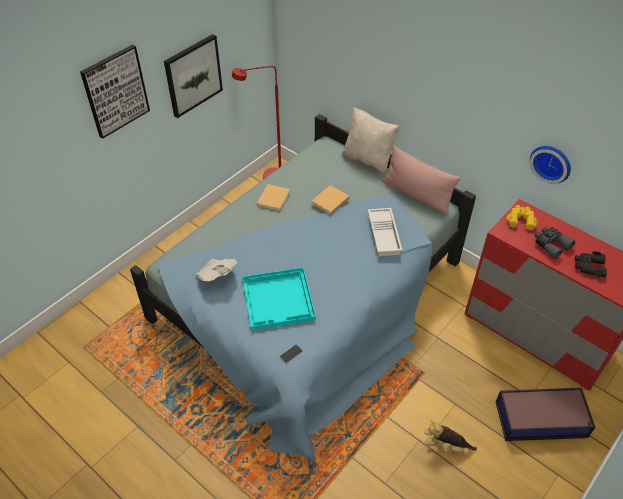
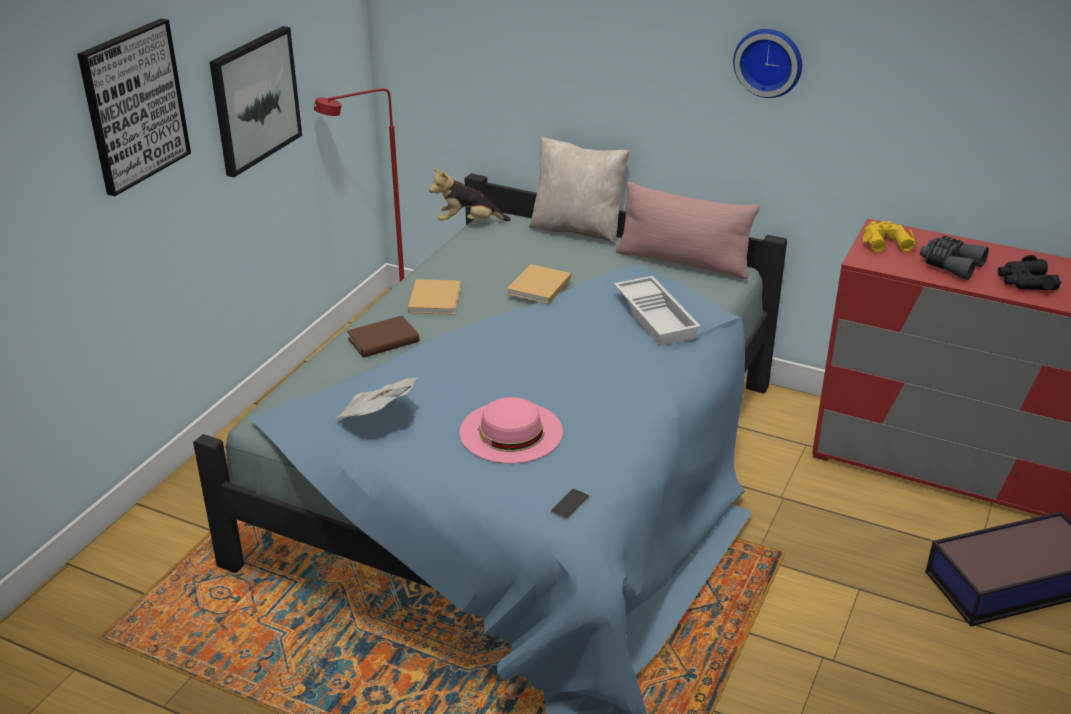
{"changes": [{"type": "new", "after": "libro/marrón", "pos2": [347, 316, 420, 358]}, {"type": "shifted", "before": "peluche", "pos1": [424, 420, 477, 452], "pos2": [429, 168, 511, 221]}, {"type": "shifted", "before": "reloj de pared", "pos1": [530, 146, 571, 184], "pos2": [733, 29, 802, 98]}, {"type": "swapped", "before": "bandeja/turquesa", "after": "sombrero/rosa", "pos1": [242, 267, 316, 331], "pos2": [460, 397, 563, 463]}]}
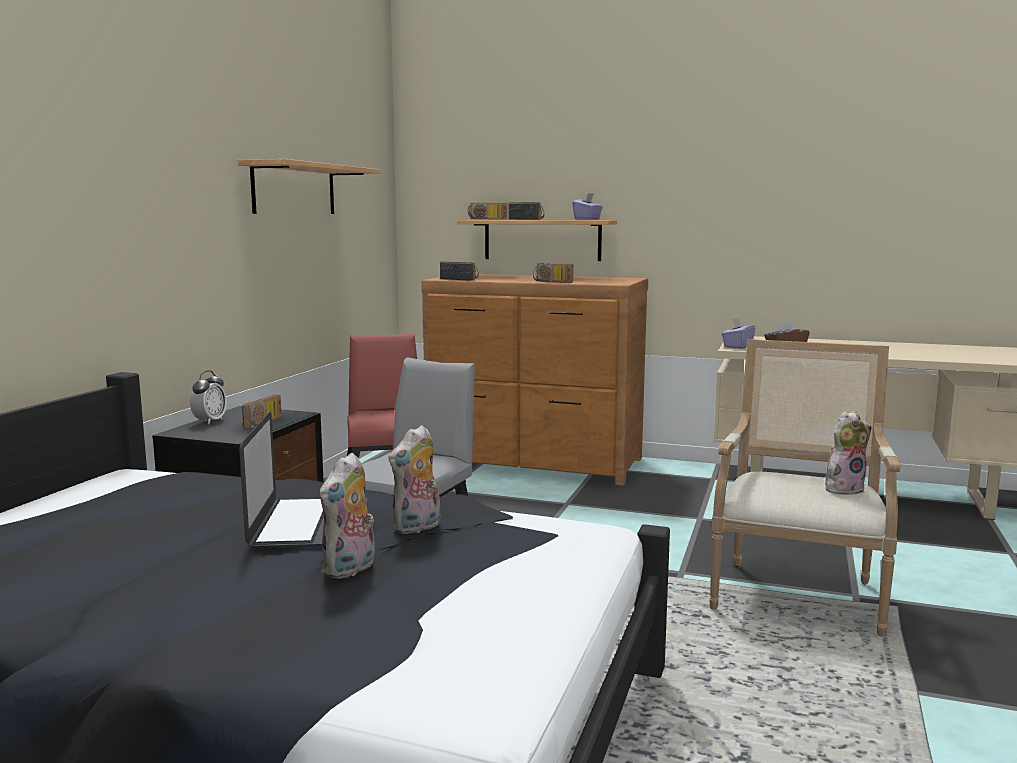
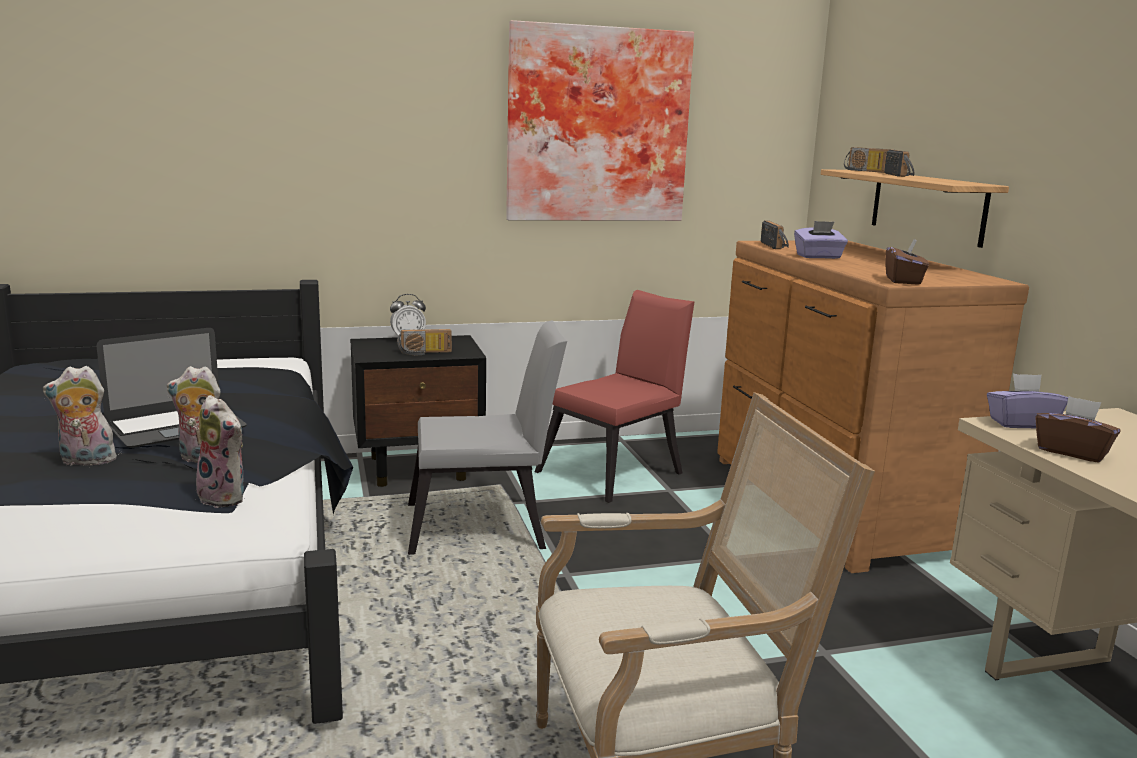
{"changes": [{"type": "gone", "before": "radio", "pos1": [533, 263, 573, 283]}, {"type": "new", "after": "caja de pañuelos/marrón", "pos2": [885, 239, 929, 285]}, {"type": "shifted", "before": "caja de pañuelos/morado", "pos1": [572, 193, 603, 220], "pos2": [794, 221, 848, 259]}, {"type": "shifted", "before": "peluche", "pos1": [825, 411, 872, 495], "pos2": [196, 395, 244, 508]}, {"type": "swapped", "before": "estante", "after": "cuadro", "pos1": [238, 159, 380, 214], "pos2": [506, 20, 694, 221]}]}
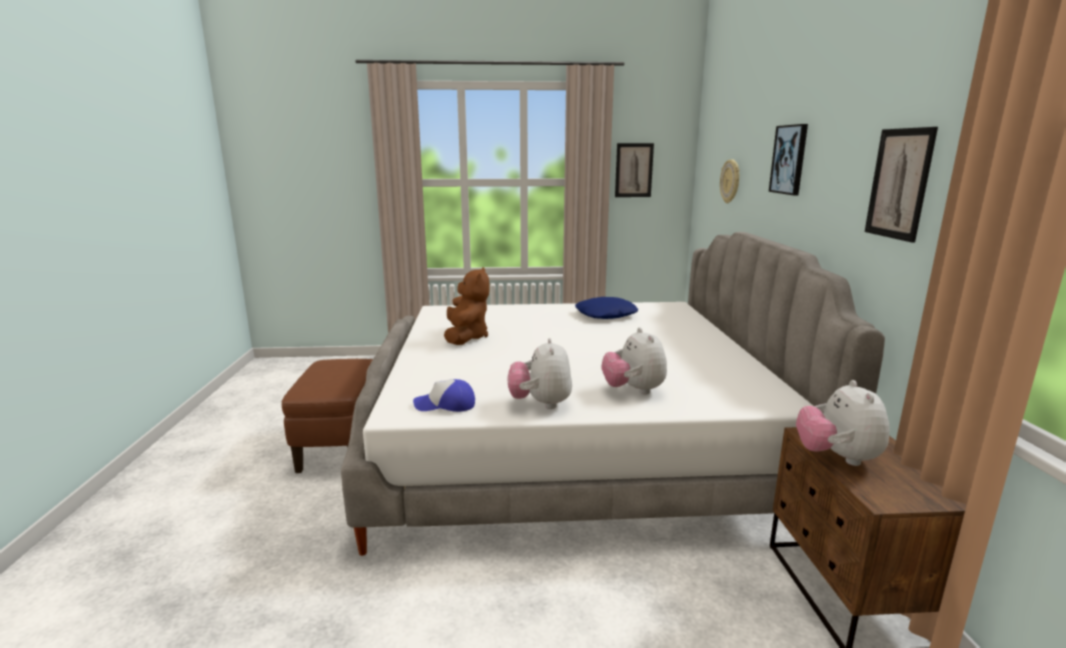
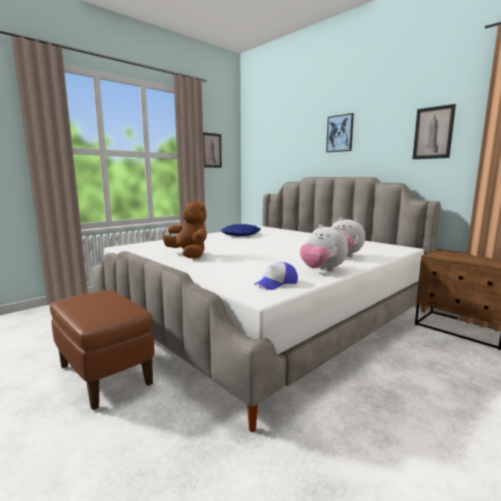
{"changes": [{"type": "gone", "before": "reloj de pared", "pos1": [720, 159, 740, 203]}, {"type": "gone", "before": "peluche", "pos1": [796, 380, 890, 466]}]}
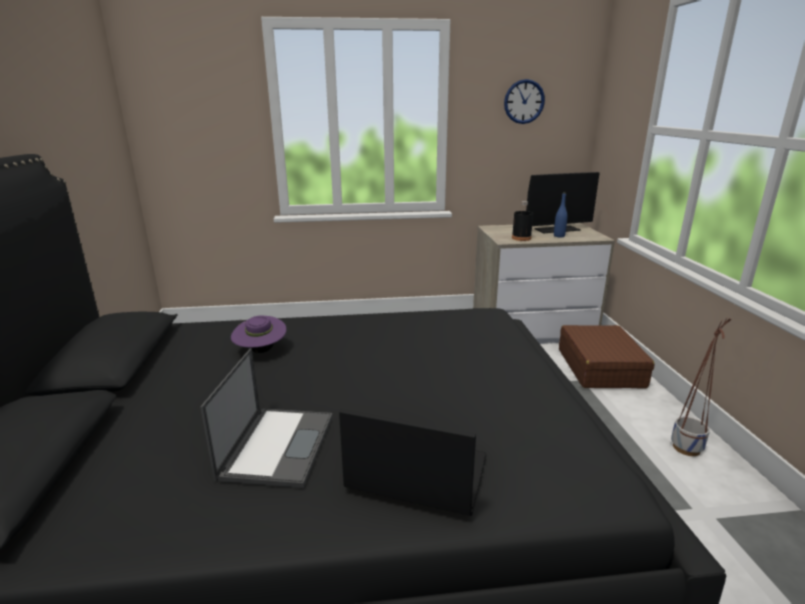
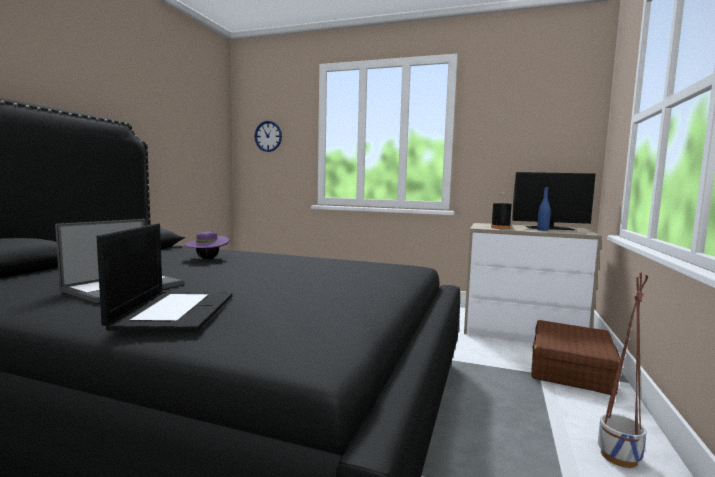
{"changes": [{"type": "shifted", "before": "reloj de pared", "pos1": [504, 79, 545, 124], "pos2": [255, 121, 282, 152]}, {"type": "rotated", "before": "portátil", "pos1": [339, 409, 486, 516], "pos2": [97, 223, 232, 332], "turn": 45}]}
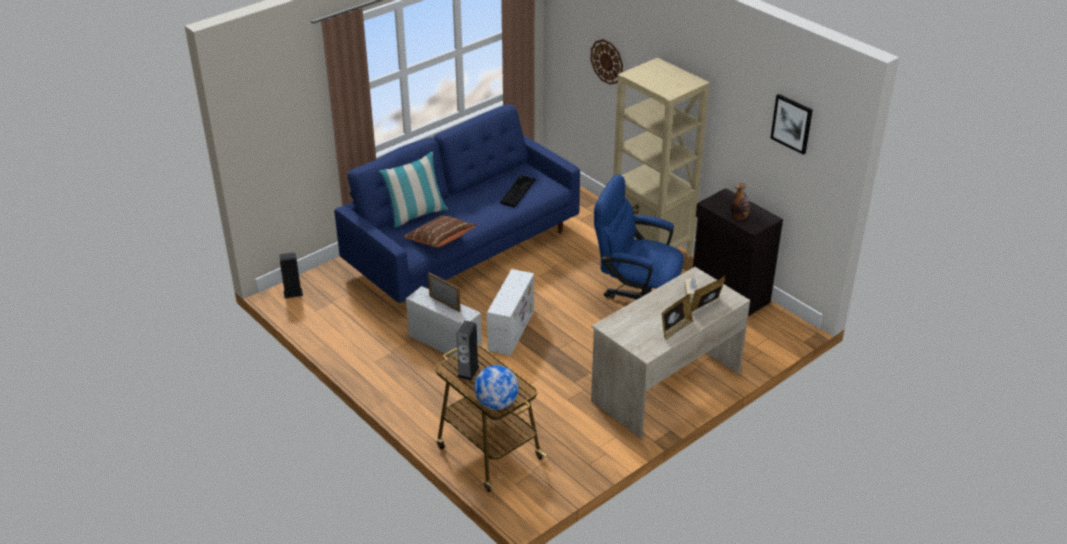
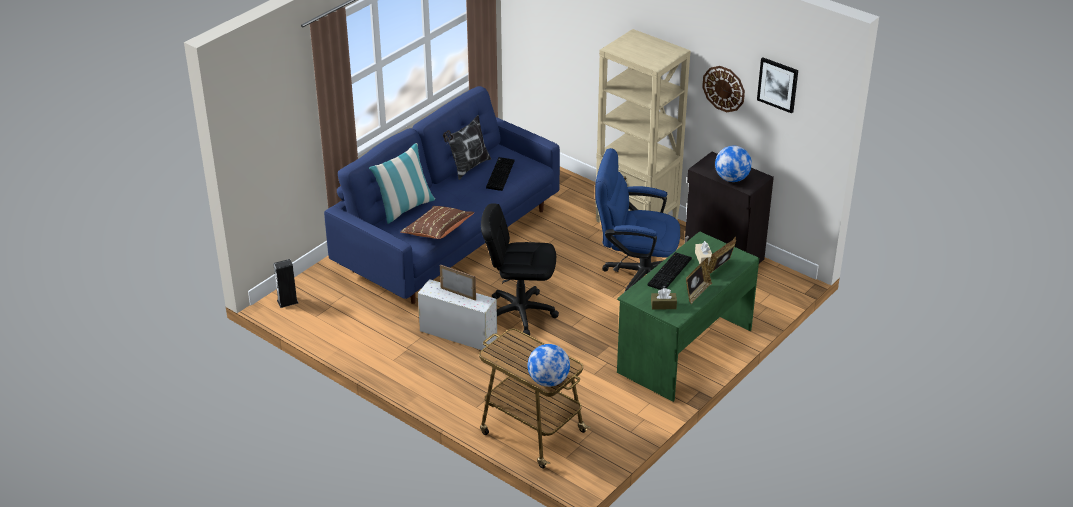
{"changes": [{"type": "gone", "before": "altavoz", "pos1": [457, 320, 479, 380]}, {"type": "new", "after": "cojín", "pos2": [443, 115, 491, 180]}, {"type": "new", "after": "teclado", "pos2": [648, 252, 692, 290]}, {"type": "new", "after": "caja de pañuelos/marrón", "pos2": [651, 288, 677, 310]}, {"type": "shifted", "before": "reloj de pared", "pos1": [591, 39, 623, 85], "pos2": [702, 66, 745, 112]}, {"type": "swapped", "before": "caja de almacenaje/blanco", "after": "silla de oficina/negro", "pos1": [487, 269, 534, 356], "pos2": [481, 203, 559, 336]}, {"type": "swapped", "before": "botella", "after": "globo terráqueo", "pos1": [731, 183, 750, 220], "pos2": [715, 146, 752, 182]}, {"type": "repainted", "before": "escritorio/beis", "after": "escritorio/verde", "pos1": [591, 267, 750, 438], "pos2": [617, 231, 759, 402]}]}
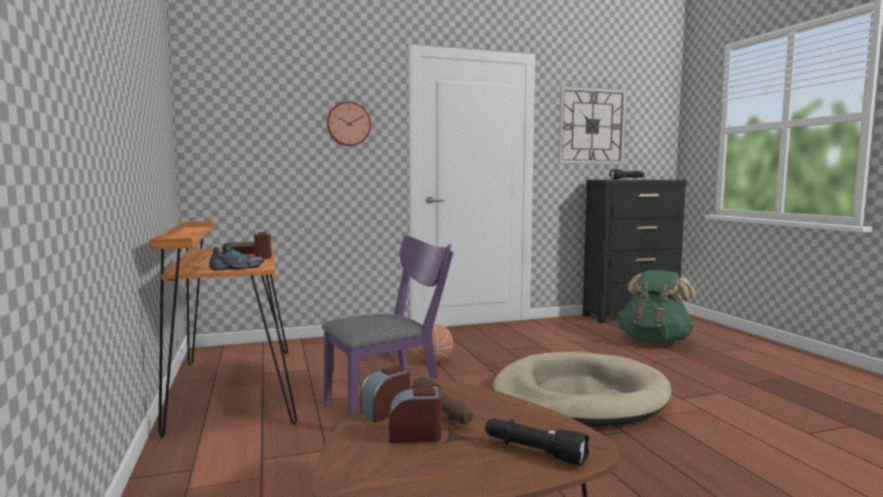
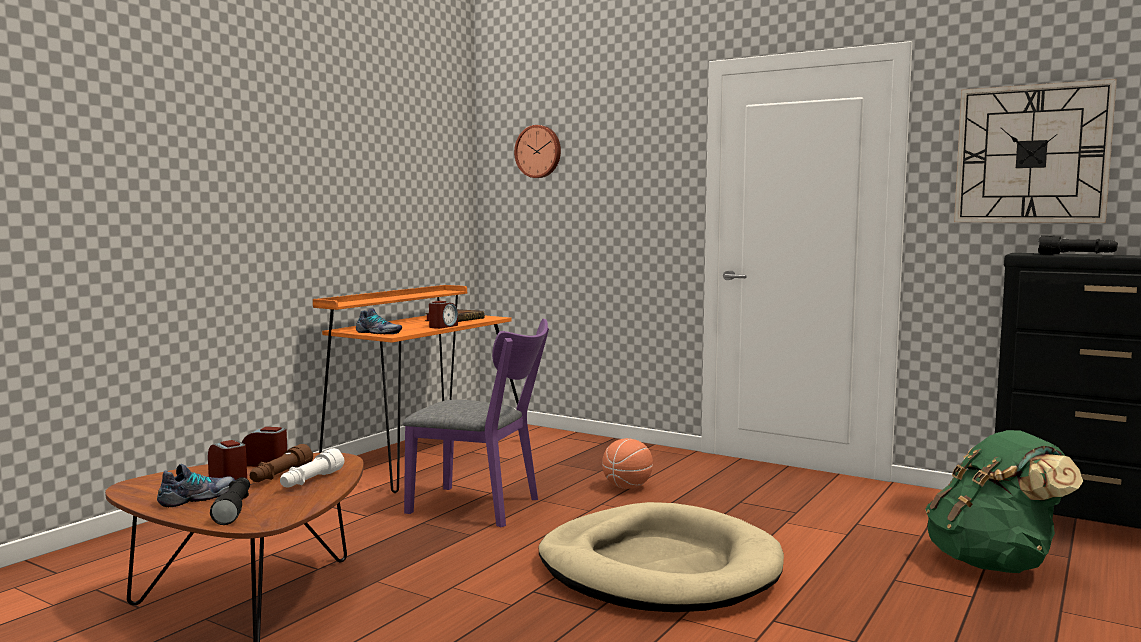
{"changes": [{"type": "new", "after": "zapato", "pos2": [157, 464, 235, 507]}, {"type": "new", "after": "linterna/blanco", "pos2": [280, 448, 344, 488]}, {"type": "shifted", "before": "reloj de pared", "pos1": [327, 101, 371, 146], "pos2": [514, 125, 561, 178]}]}
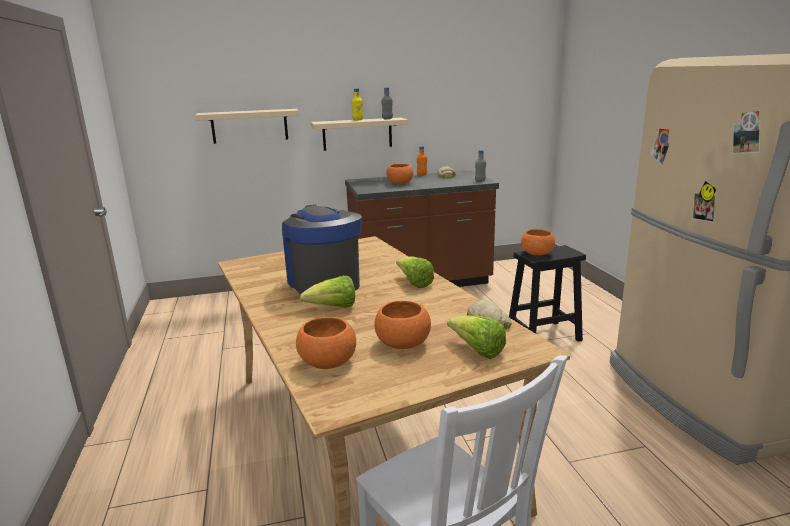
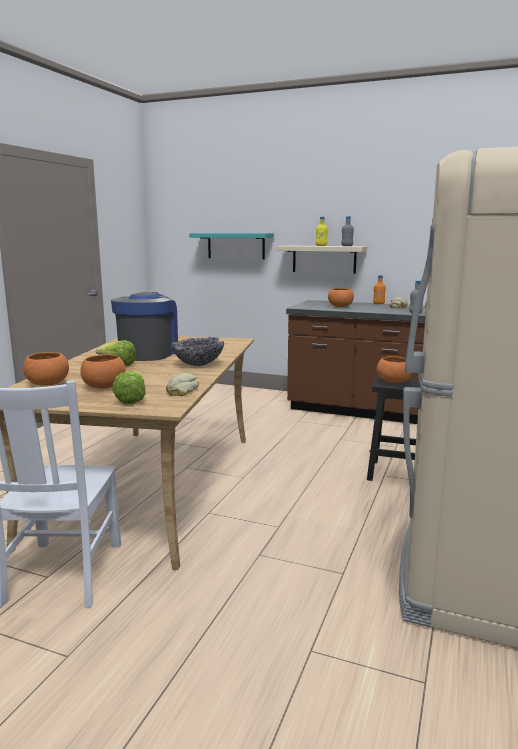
{"changes": [{"type": "swapped", "before": "lechuga", "after": "cuenco", "pos1": [396, 257, 434, 288], "pos2": [171, 337, 224, 366]}, {"type": "repainted", "before": "estante/beis", "after": "estante/turquesa", "pos1": [195, 109, 299, 144], "pos2": [189, 233, 274, 259]}]}
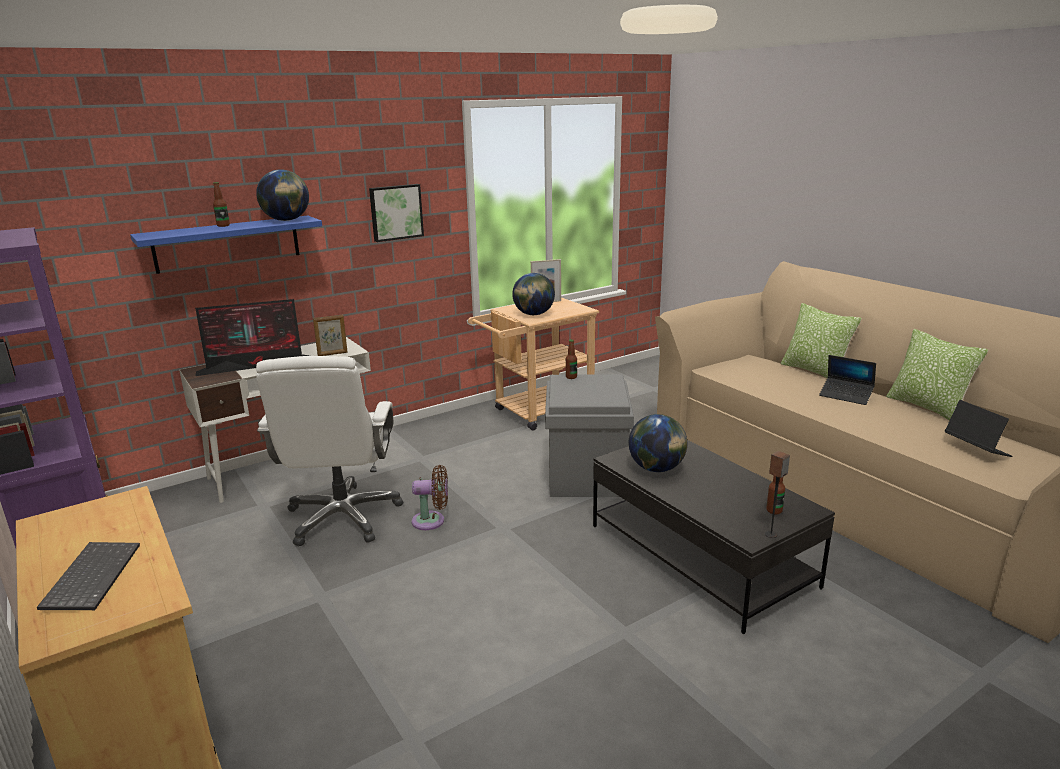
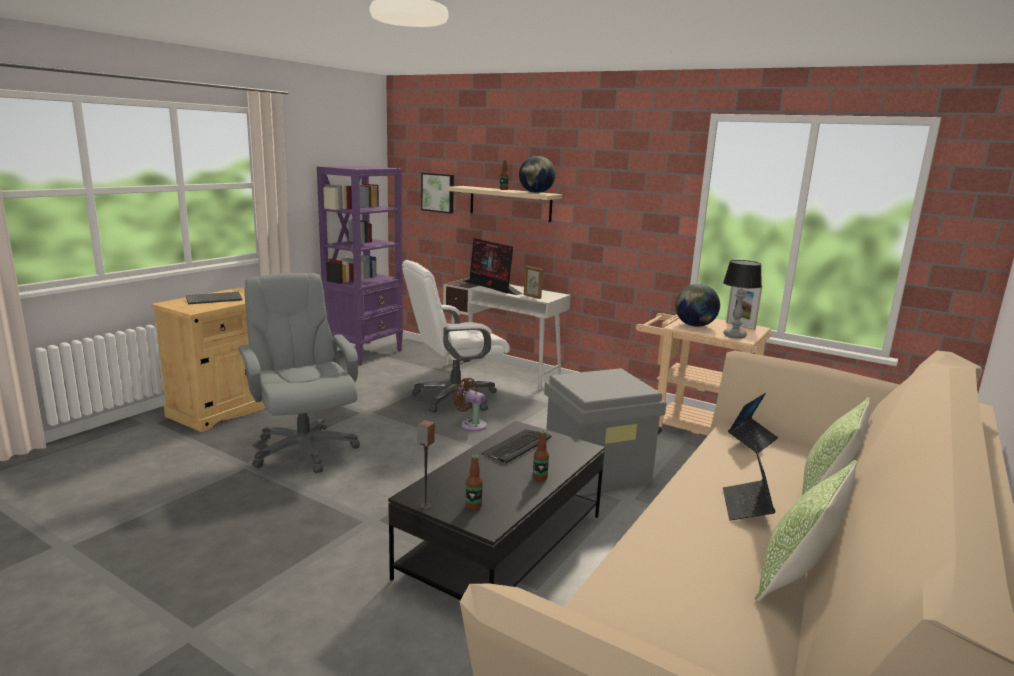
{"changes": [{"type": "new", "after": "silla de oficina/gris", "pos2": [238, 273, 360, 473]}, {"type": "new", "after": "lámpara de mesa", "pos2": [723, 260, 762, 339]}, {"type": "shifted", "before": "cuadro", "pos1": [369, 184, 424, 242], "pos2": [421, 173, 454, 214]}, {"type": "shifted", "before": "botella", "pos1": [566, 339, 577, 379], "pos2": [533, 430, 549, 481]}, {"type": "shifted", "before": "portátil", "pos1": [945, 400, 1013, 457], "pos2": [728, 393, 778, 453]}, {"type": "swapped", "before": "globo terráqueo", "after": "teclado", "pos1": [629, 414, 687, 472], "pos2": [481, 429, 551, 464]}, {"type": "repainted", "before": "estante/azul", "after": "estante/beis", "pos1": [130, 216, 322, 274], "pos2": [446, 186, 562, 222]}, {"type": "rotated", "before": "ventilador/marrón", "pos1": [411, 465, 448, 530], "pos2": [453, 378, 487, 431], "turn": 150}]}
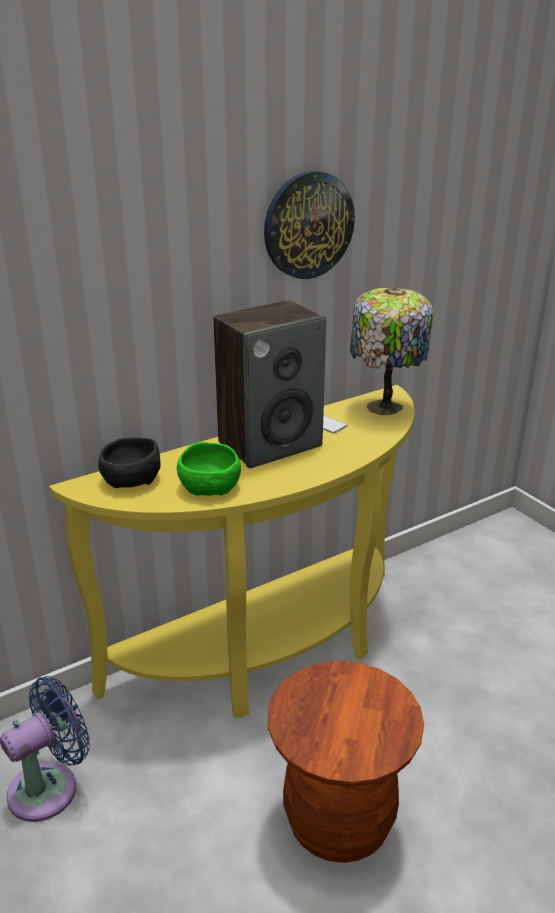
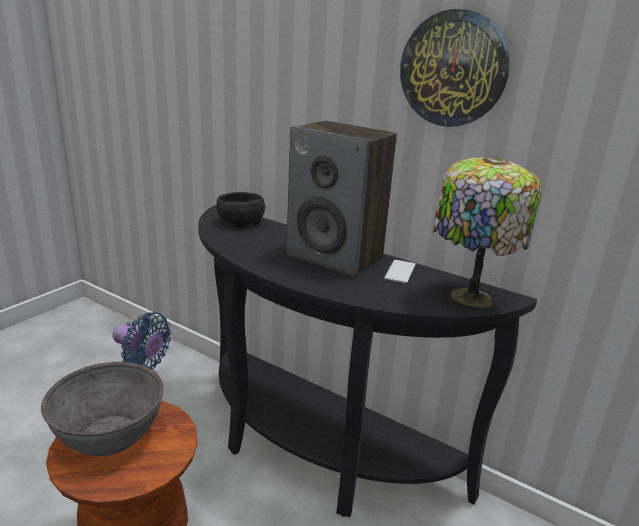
{"changes": [{"type": "gone", "before": "cuenco/verde", "pos1": [177, 442, 241, 496]}, {"type": "new", "after": "cuenco/gris", "pos2": [41, 362, 164, 456]}, {"type": "repainted", "before": "mesa consola/amarillo", "after": "mesa consola/negro", "pos1": [49, 385, 415, 718], "pos2": [198, 205, 538, 517]}]}
